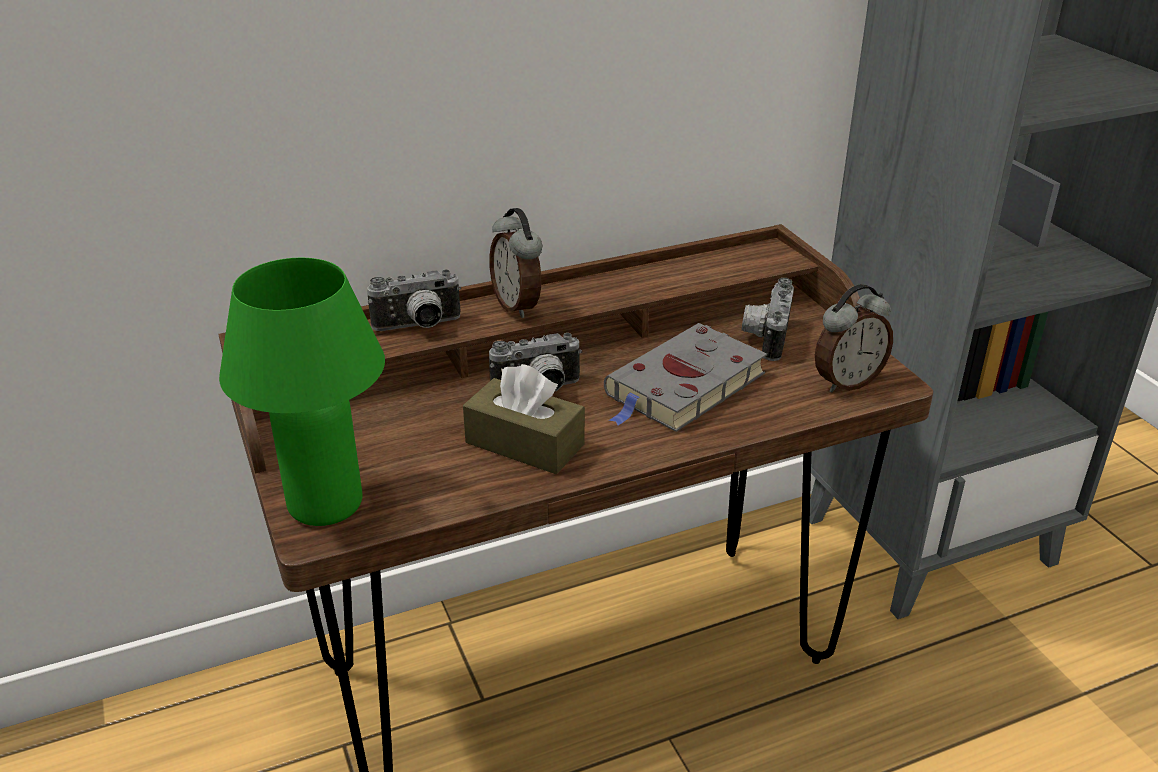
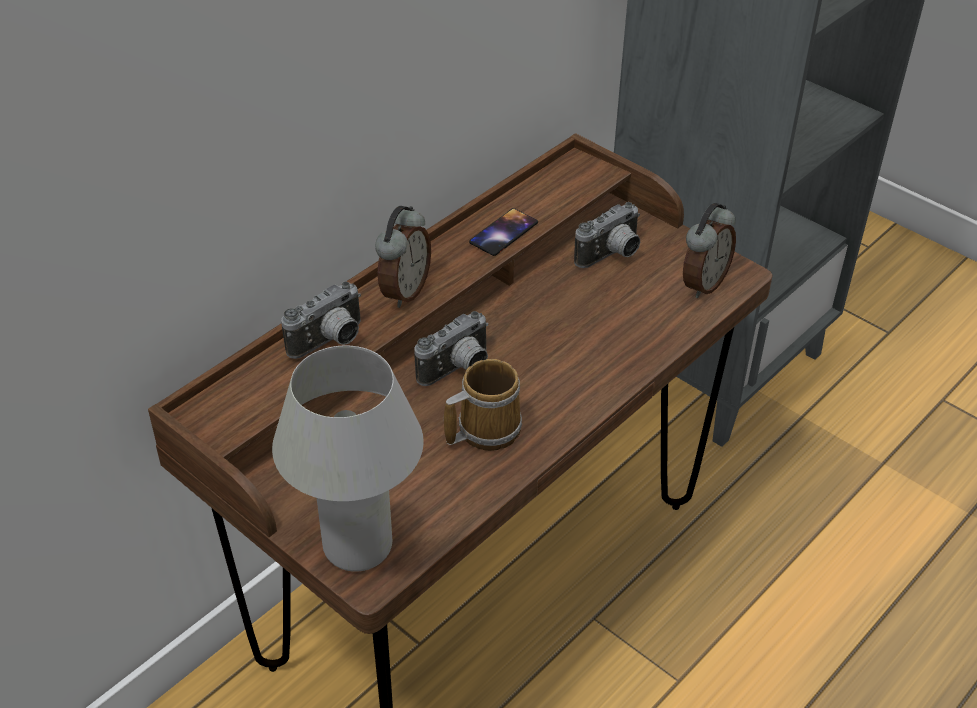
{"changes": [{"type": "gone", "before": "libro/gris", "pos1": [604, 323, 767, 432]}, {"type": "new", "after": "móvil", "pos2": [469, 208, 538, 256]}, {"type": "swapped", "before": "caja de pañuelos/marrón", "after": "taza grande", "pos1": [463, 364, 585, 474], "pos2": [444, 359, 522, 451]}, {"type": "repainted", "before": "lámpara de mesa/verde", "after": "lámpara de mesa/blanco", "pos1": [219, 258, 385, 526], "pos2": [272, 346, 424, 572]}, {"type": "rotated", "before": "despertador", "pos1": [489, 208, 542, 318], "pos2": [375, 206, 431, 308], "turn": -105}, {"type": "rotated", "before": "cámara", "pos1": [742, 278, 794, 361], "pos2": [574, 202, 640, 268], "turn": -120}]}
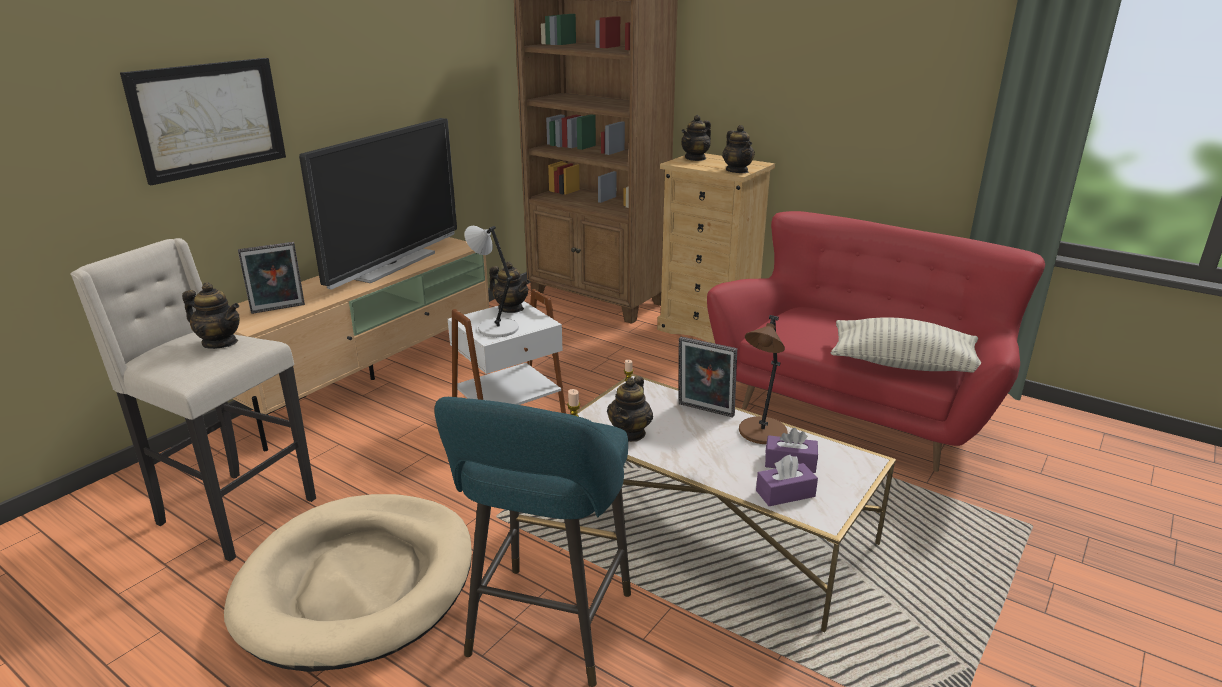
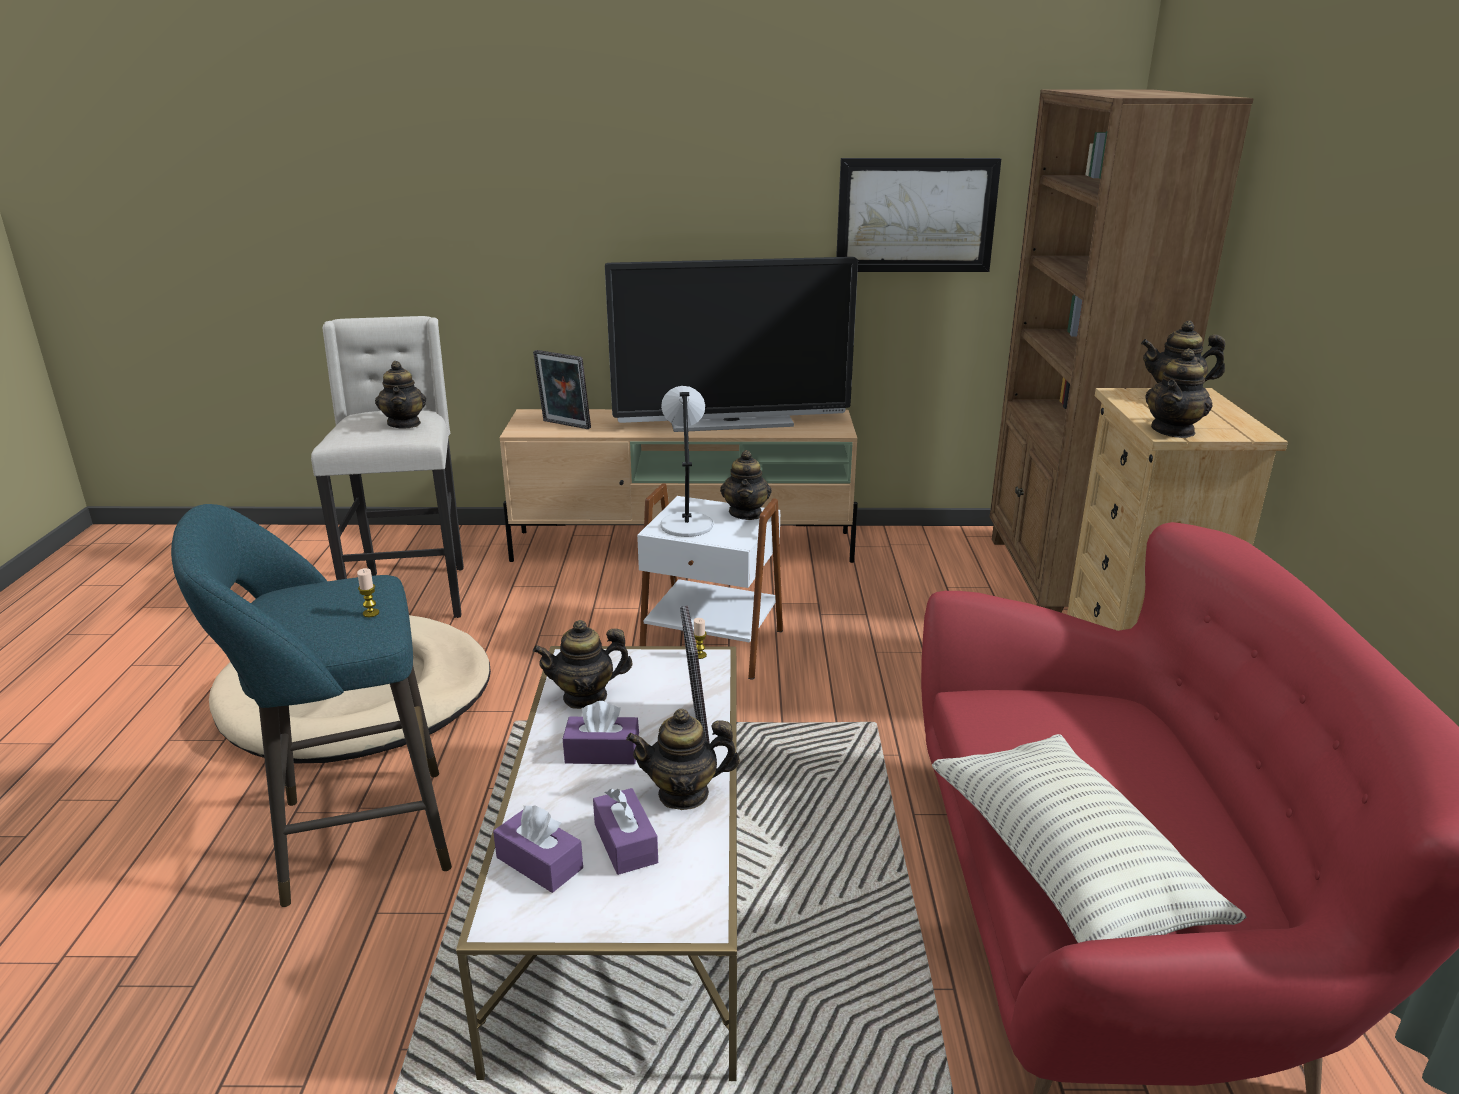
{"changes": [{"type": "new", "after": "caja de pañuelos/morado", "pos2": [563, 701, 639, 764]}, {"type": "shifted", "before": "cuadro", "pos1": [120, 58, 286, 185], "pos2": [836, 158, 1001, 272]}, {"type": "swapped", "before": "lámpara de mesa/marrón", "after": "tetera", "pos1": [739, 315, 787, 444], "pos2": [626, 709, 740, 810]}]}
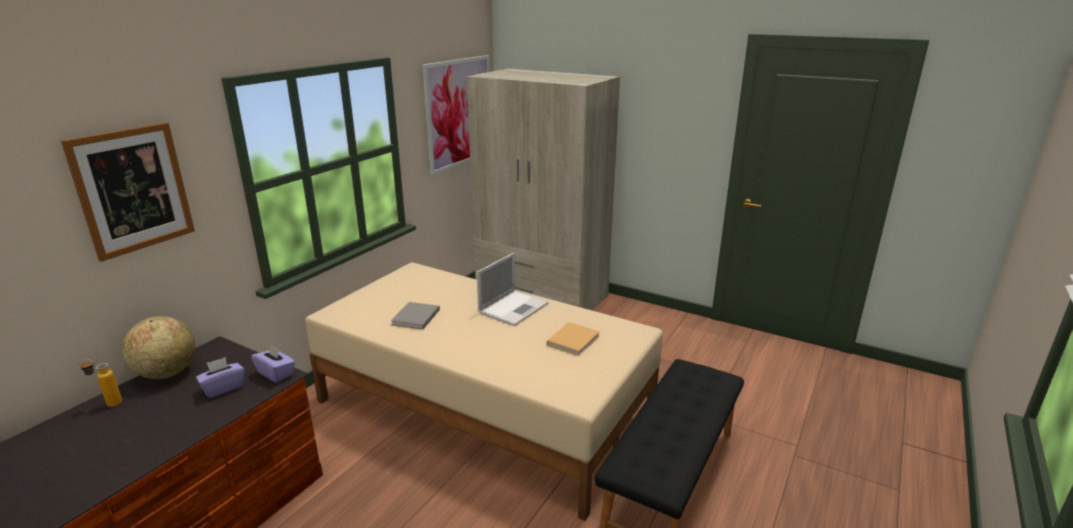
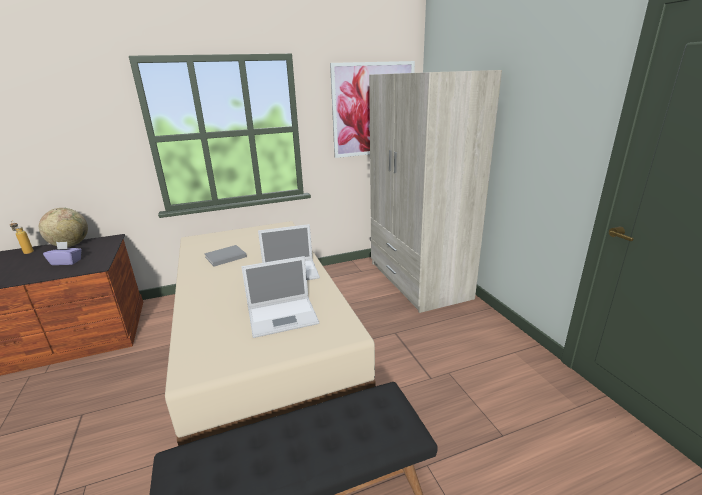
{"changes": [{"type": "gone", "before": "cuadro", "pos1": [61, 122, 195, 262]}, {"type": "gone", "before": "caja de pañuelos/morado", "pos1": [251, 344, 295, 383]}, {"type": "swapped", "before": "libro/beis", "after": "portátil", "pos1": [547, 322, 600, 356], "pos2": [241, 256, 319, 338]}]}
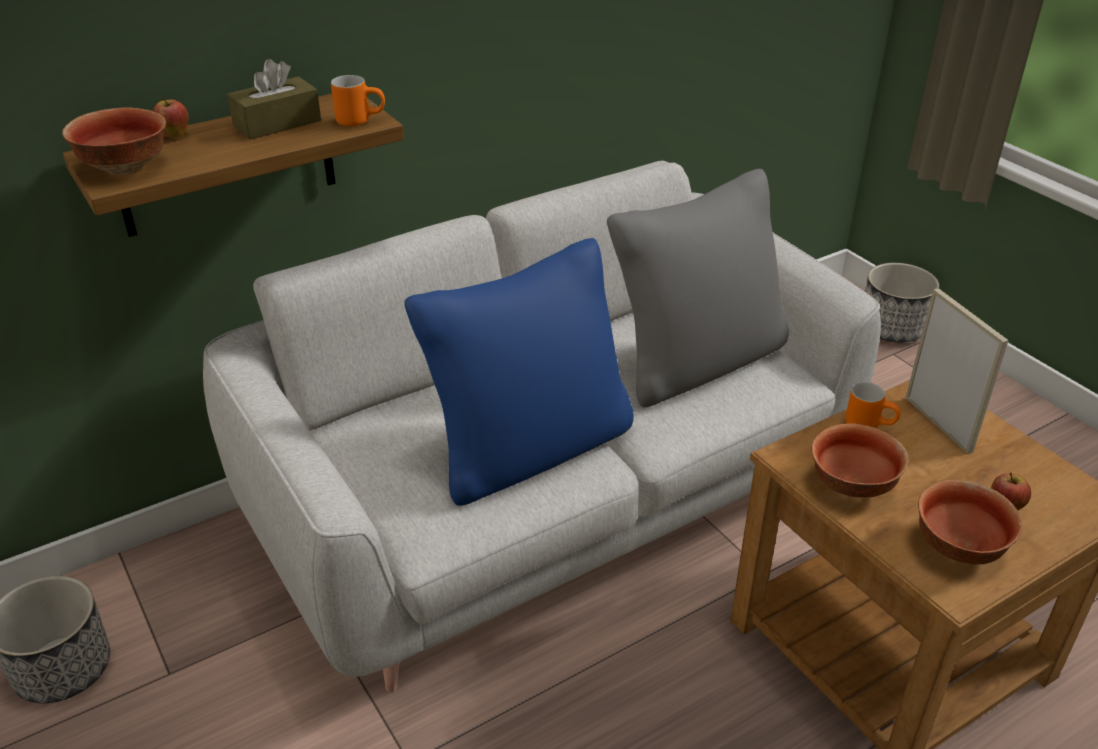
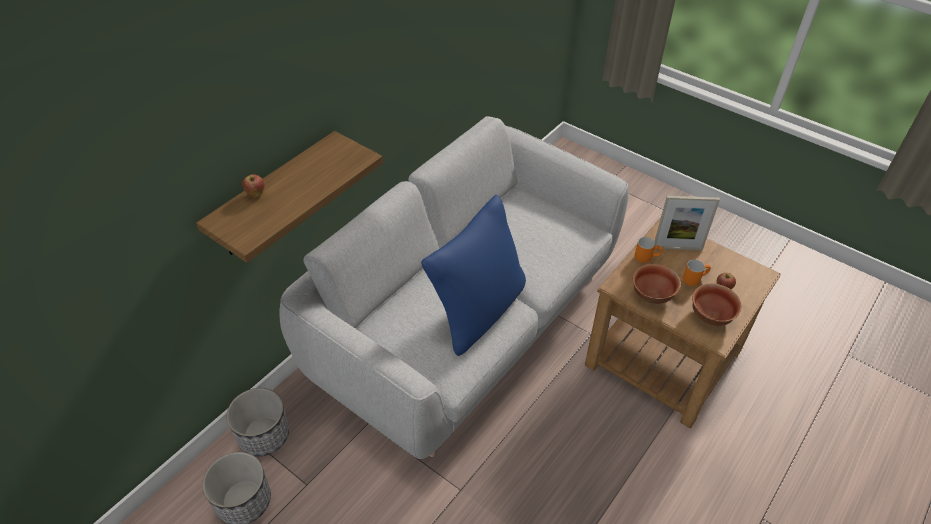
{"changes": [{"type": "gone", "before": "cuenco", "pos1": [62, 107, 166, 175]}, {"type": "gone", "before": "caja de pañuelos/marrón", "pos1": [227, 59, 321, 139]}, {"type": "gone", "before": "cojín/gris", "pos1": [607, 169, 789, 407]}, {"type": "shifted", "before": "taza grande/naranja", "pos1": [331, 75, 385, 126], "pos2": [683, 260, 711, 286]}, {"type": "shifted", "before": "maceta", "pos1": [865, 263, 939, 342], "pos2": [226, 388, 289, 456]}, {"type": "rotated", "before": "portarretratos", "pos1": [906, 288, 1009, 454], "pos2": [654, 196, 720, 251], "turn": 135}]}
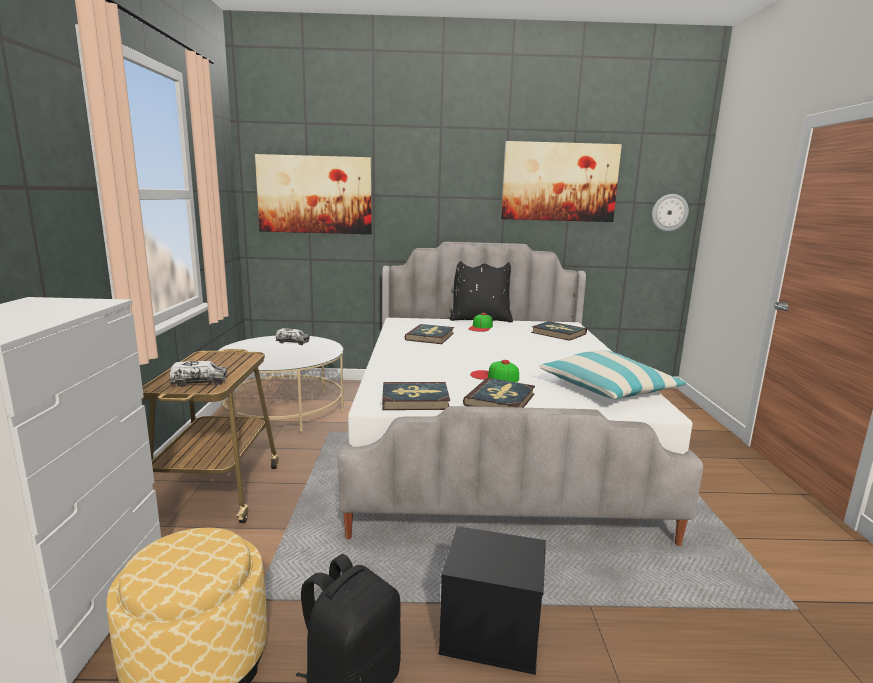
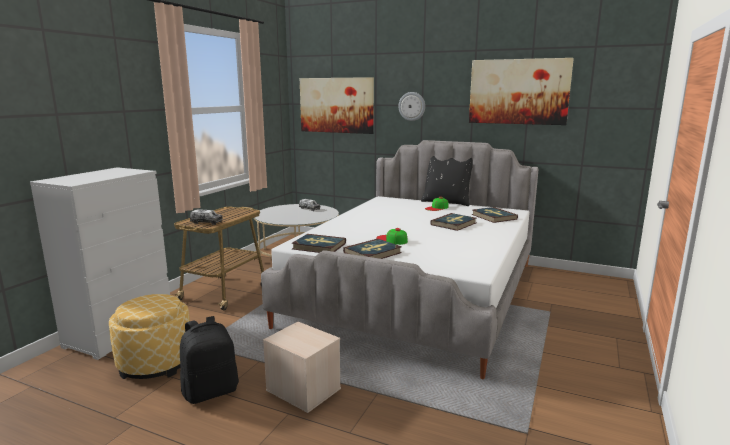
{"changes": [{"type": "gone", "before": "cojín", "pos1": [539, 351, 686, 399]}, {"type": "shifted", "before": "libro", "pos1": [405, 324, 454, 344], "pos2": [430, 213, 477, 231]}, {"type": "shifted", "before": "reloj de pared", "pos1": [652, 194, 689, 231], "pos2": [398, 92, 425, 121]}, {"type": "repainted", "before": "caja de almacenaje/negro", "after": "caja de almacenaje/beis", "pos1": [439, 526, 546, 675], "pos2": [263, 322, 341, 413]}]}
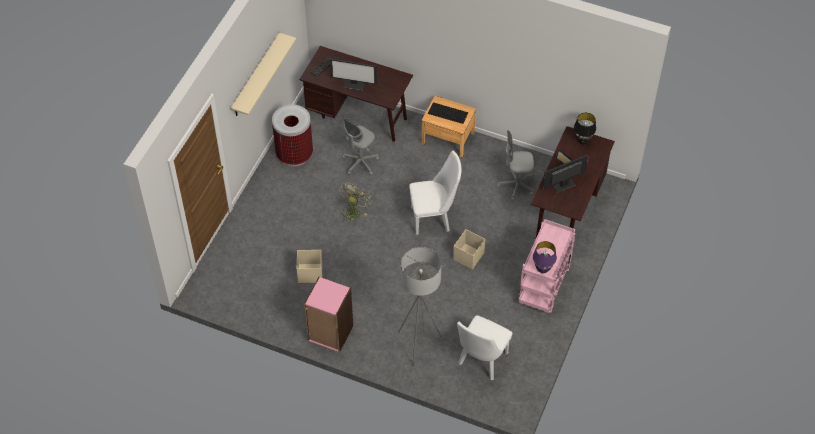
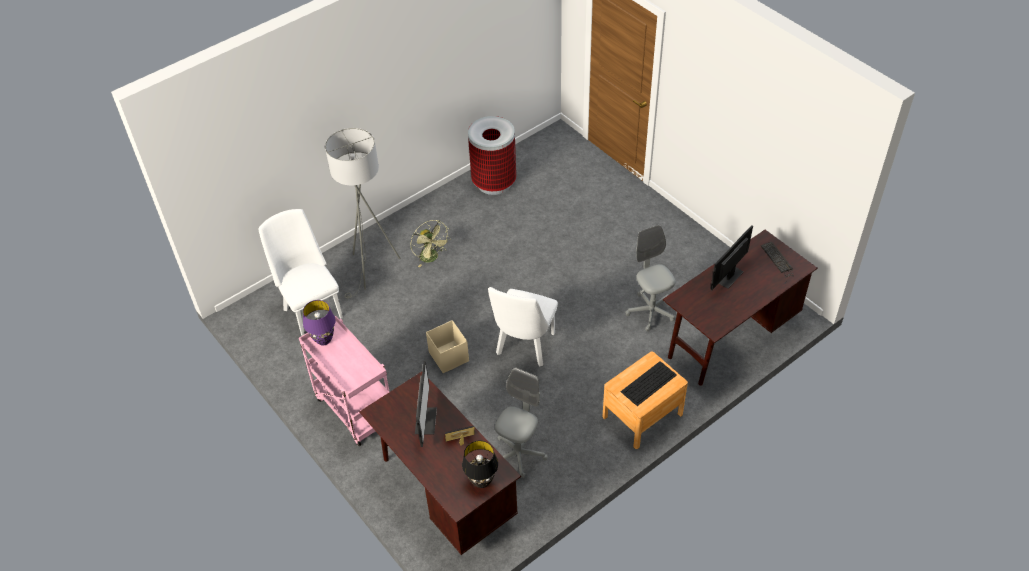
{"changes": [{"type": "gone", "before": "estante/beis", "pos1": [231, 33, 297, 116]}, {"type": "gone", "before": "caja de almacenaje/beis", "pos1": [297, 250, 322, 283]}, {"type": "gone", "before": "estantería/rosa", "pos1": [304, 277, 353, 353]}, {"type": "shifted", "before": "papelera", "pos1": [272, 104, 313, 166], "pos2": [468, 116, 516, 195]}, {"type": "shifted", "before": "ventilador/verde", "pos1": [339, 182, 372, 222], "pos2": [411, 220, 451, 267]}]}
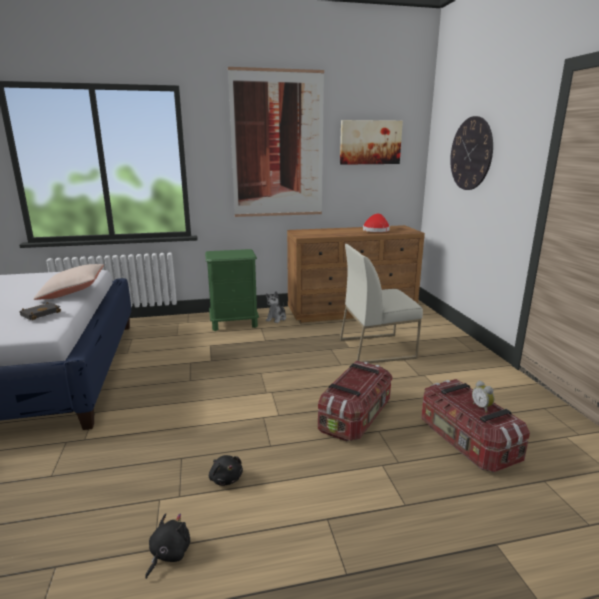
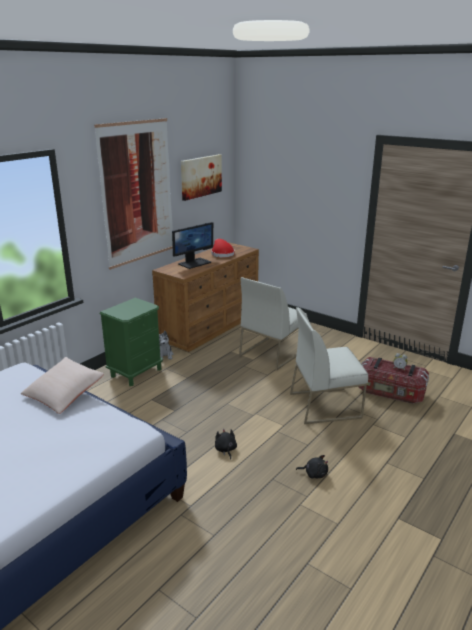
{"changes": [{"type": "gone", "before": "libro/negro", "pos1": [20, 302, 61, 320]}, {"type": "gone", "before": "reloj de pared", "pos1": [450, 116, 493, 190]}, {"type": "new", "after": "monitor", "pos2": [172, 222, 213, 269]}, {"type": "shifted", "before": "peluche/negro", "pos1": [145, 513, 190, 579], "pos2": [215, 429, 237, 460]}, {"type": "swapped", "before": "caja de almacenaje", "after": "silla/blanco", "pos1": [318, 360, 393, 442], "pos2": [290, 307, 368, 424]}]}
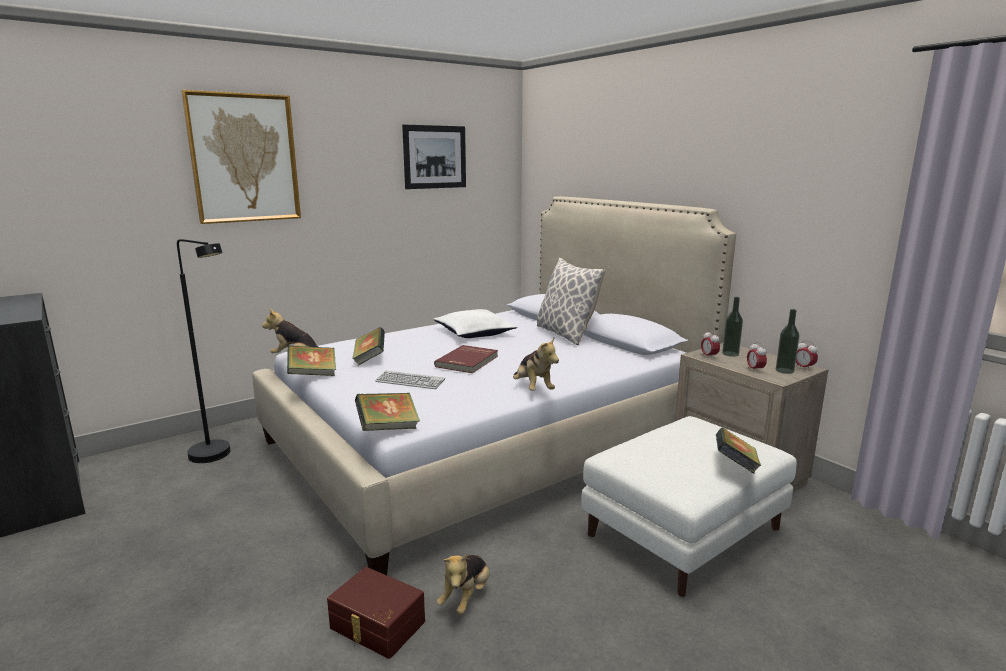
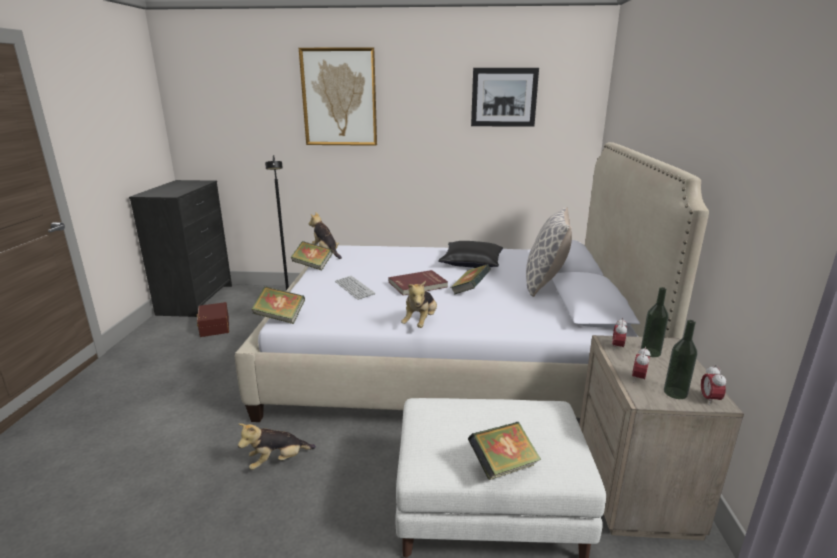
{"changes": [{"type": "shifted", "before": "caja de almacenaje/marrón", "pos1": [327, 567, 425, 659], "pos2": [197, 302, 229, 337]}, {"type": "shifted", "before": "libro", "pos1": [353, 327, 385, 366], "pos2": [450, 264, 491, 295]}, {"type": "repainted", "before": "cojín/blanco", "after": "cojín/negro", "pos1": [433, 309, 517, 338], "pos2": [438, 241, 503, 268]}]}
